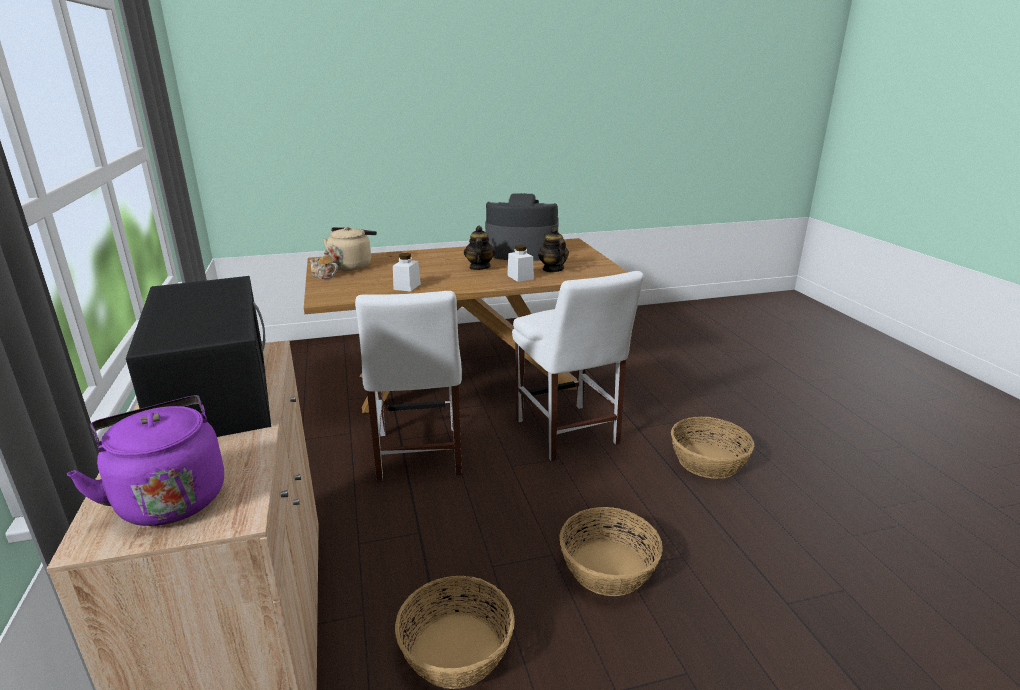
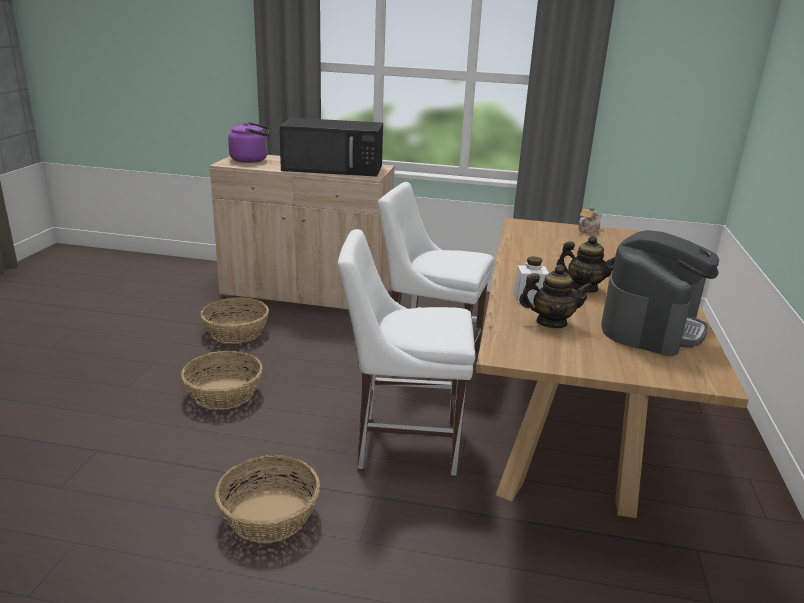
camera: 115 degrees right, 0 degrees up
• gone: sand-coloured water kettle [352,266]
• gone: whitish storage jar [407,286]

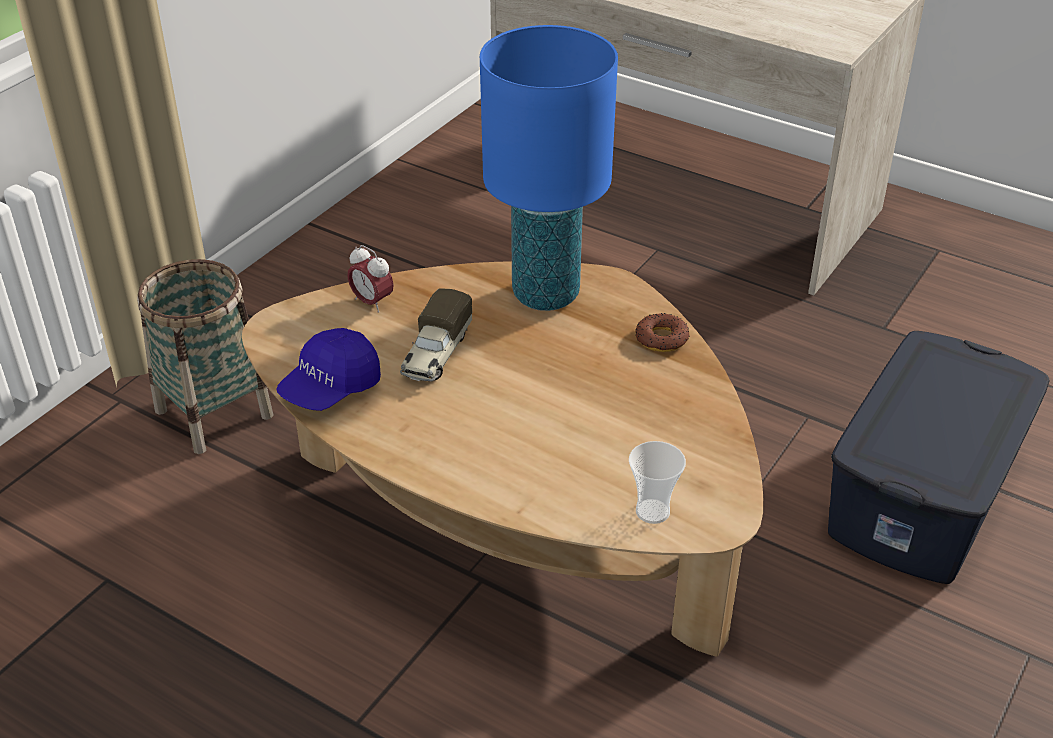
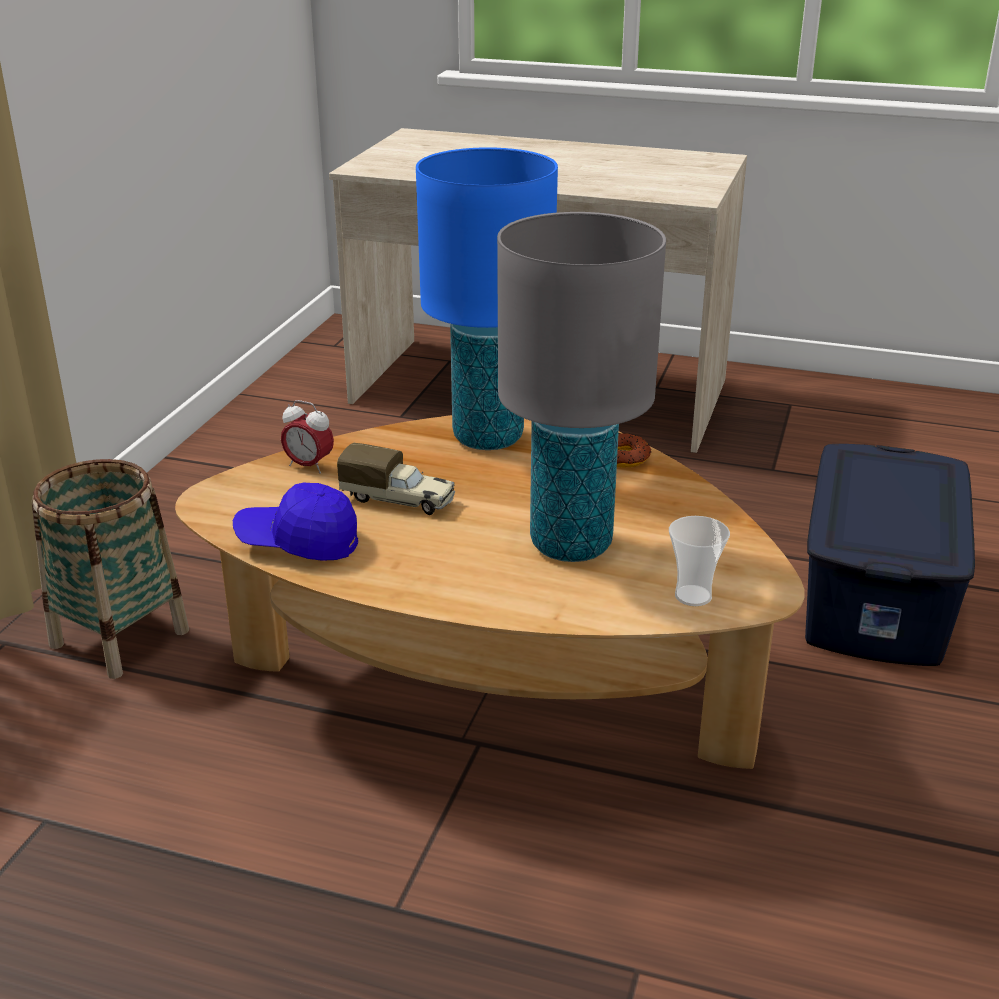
camera: 15 degrees left, 10 degrees down
• rotated: bluish peaked cap [331,388] = [298,543] 75 degrees clockwise
• rotated: toy lorry [436,355] = [399,500] 75 degrees counterclockwise
• new: gray lamp for a table [571,545]

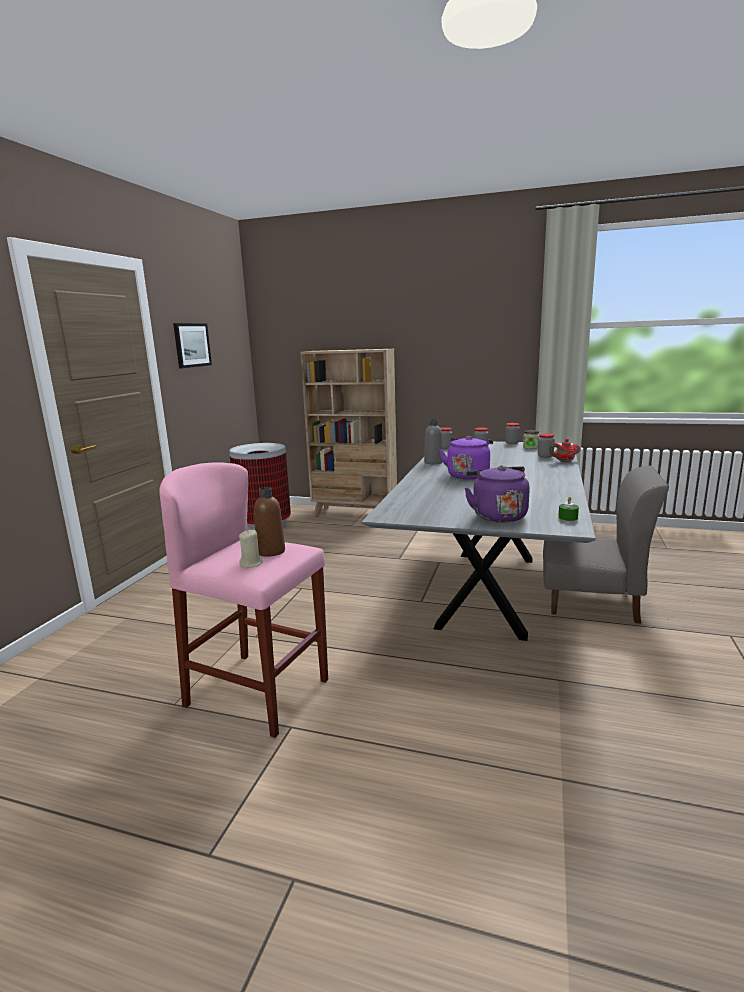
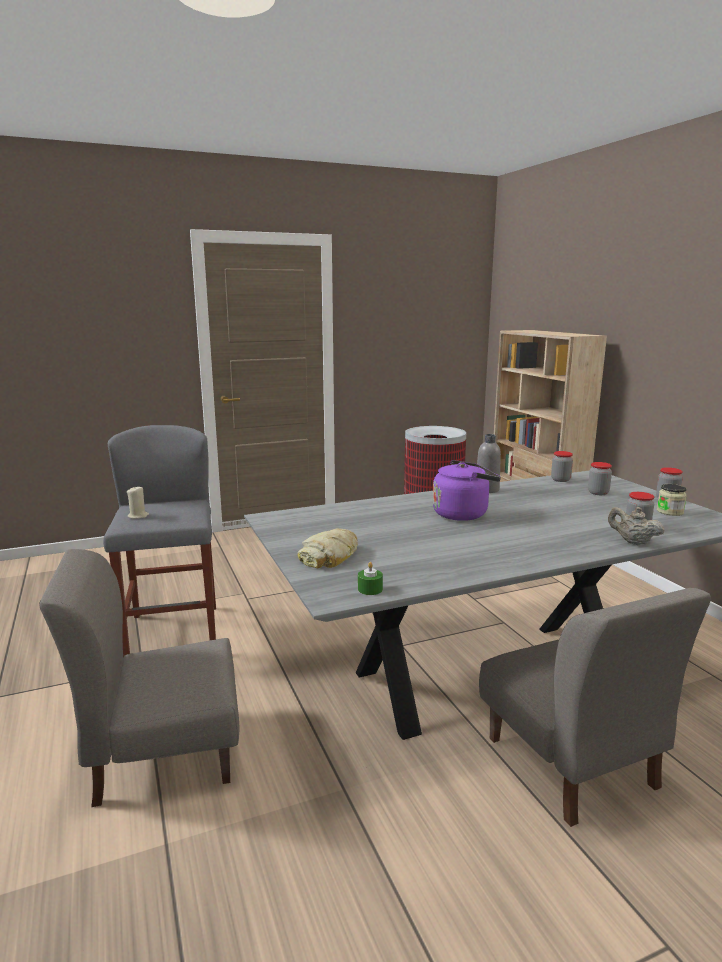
camera: 50 degrees right, 0 degrees up
• repainted: pinkish stool seat [258,692] to gray stool seat [173,634]
• gone: wall picture [192,345]
• gone: brown-coloured drink bottle [271,551]
• swapped: purplish water kettle [497,515] to bakery bread [330,556]
• repainted: reddish teapot [564,461] to sand-coloured teapot [633,542]
• new: gray plain chair [162,754]

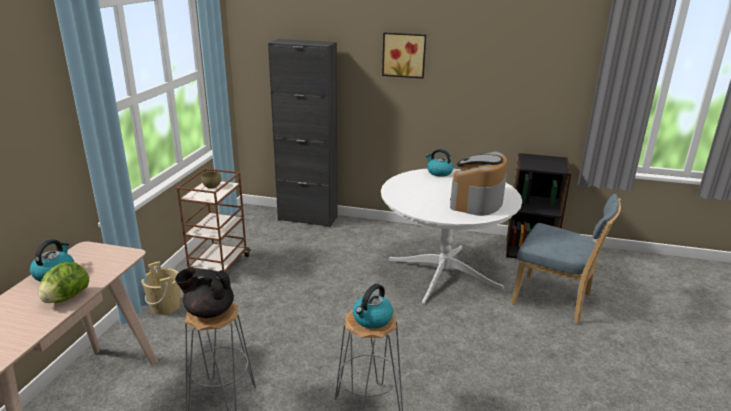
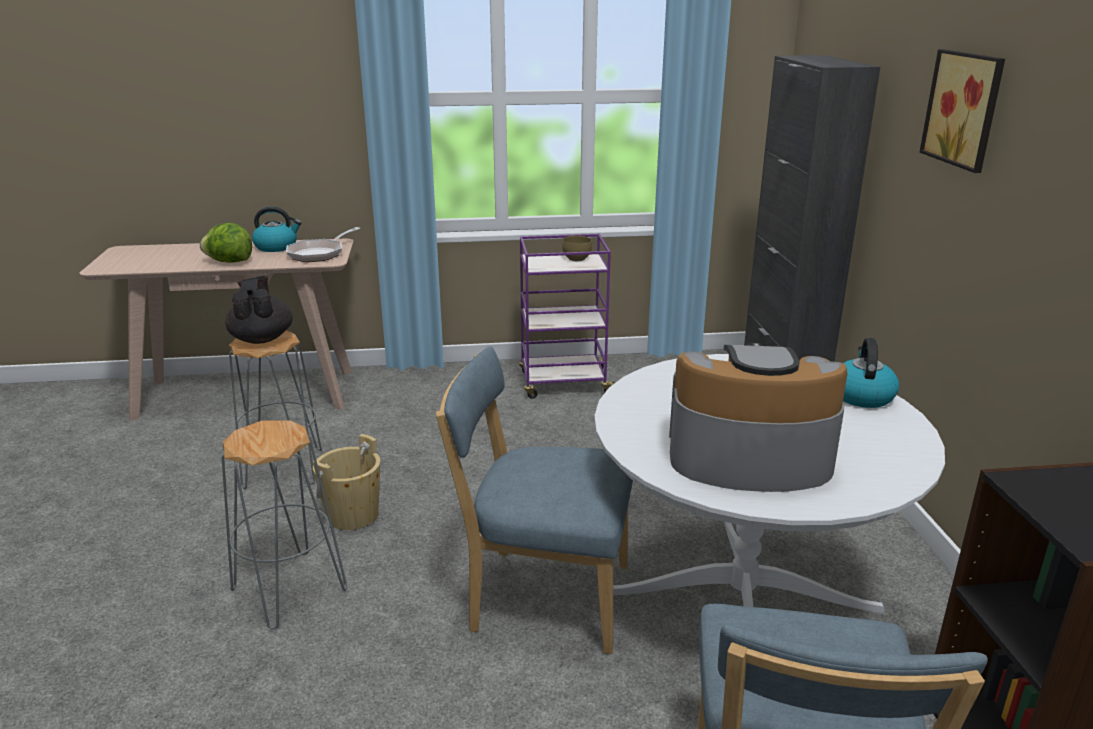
camera: 70 degrees right, 0 degrees up
• shifted: sand-coloured water bucket [165,306] to [352,515]
• repainted: brown-coloured trolley [219,266] to purplish trolley [564,383]
• gone: water kettle [372,319]
• new: skillet [319,253]
• new: bluish plain chair [542,597]

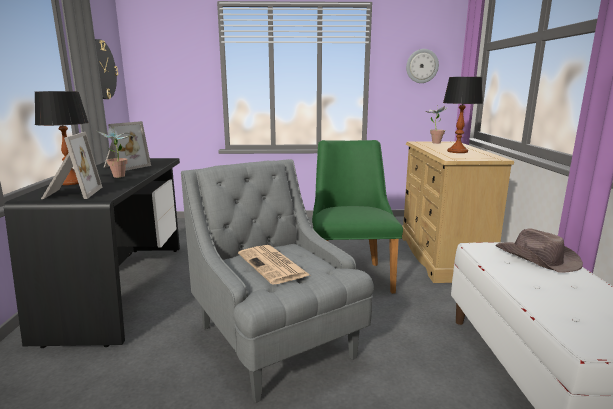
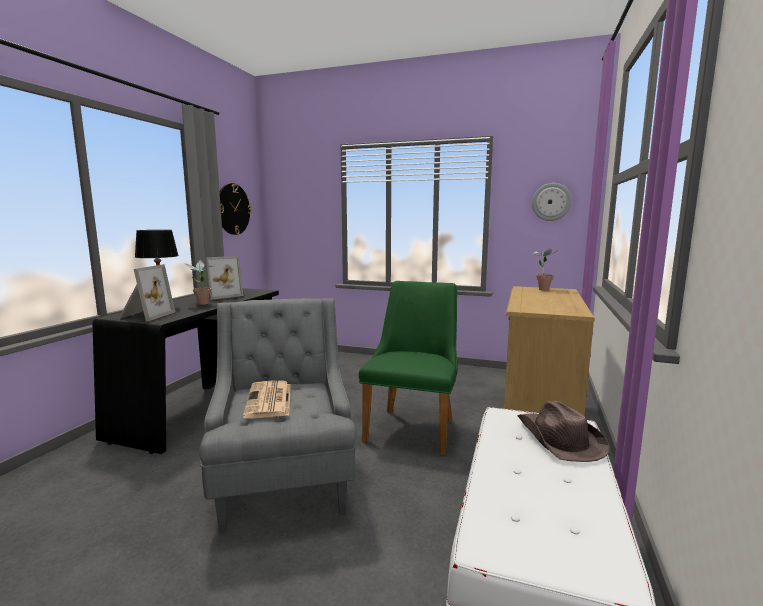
camera: 20 degrees right, 5 degrees down
• gone: lamp for a table [457,151]

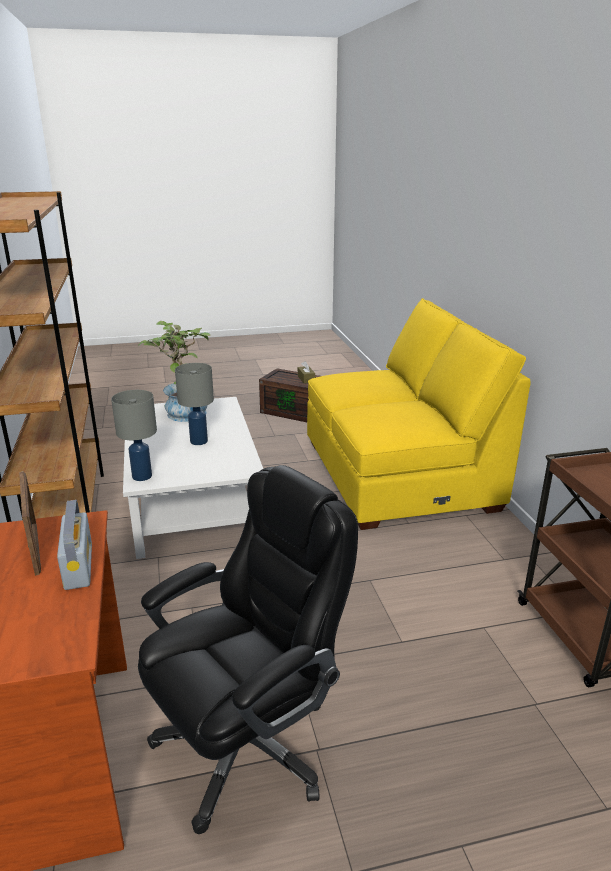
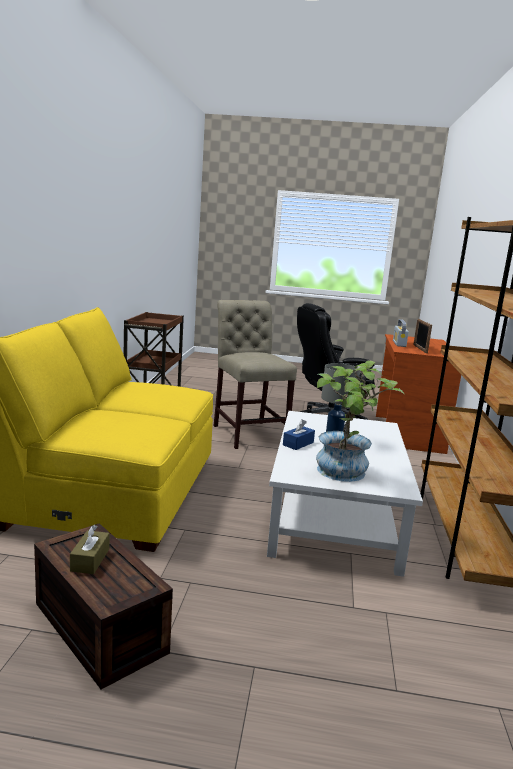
camera: 160 degrees left, 10 degrees down
• gone: gray lamp for a table [141,476]
• new: sand-coloured plain chair [248,433]
• new: bluish tissue box [298,444]

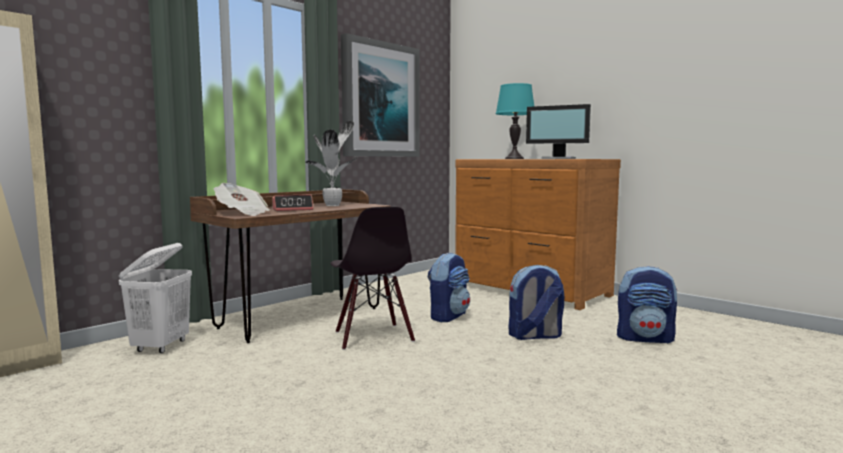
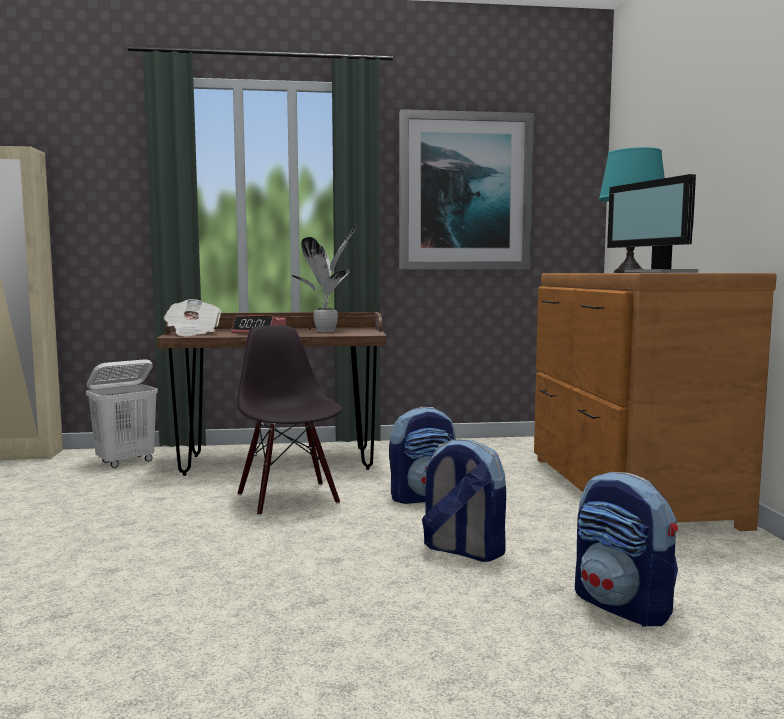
camera: 40 degrees right, 0 degrees up
• rotated: black plain chair [372,337] = [289,498] 135 degrees clockwise

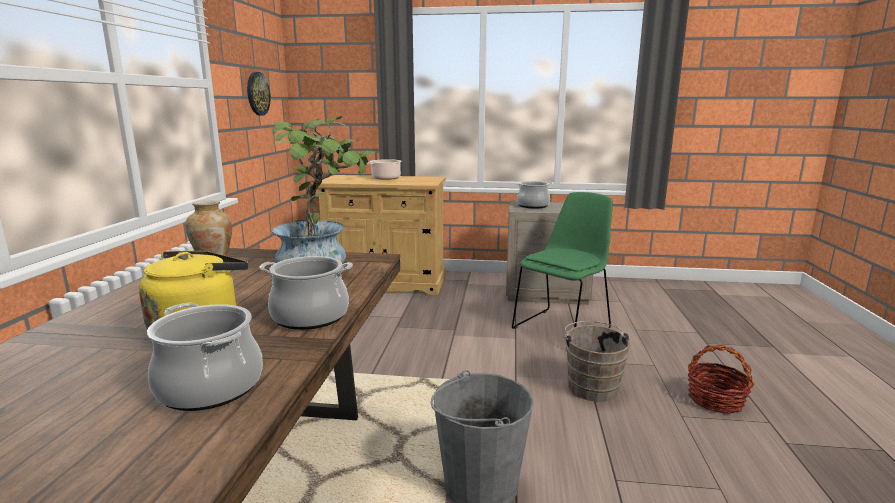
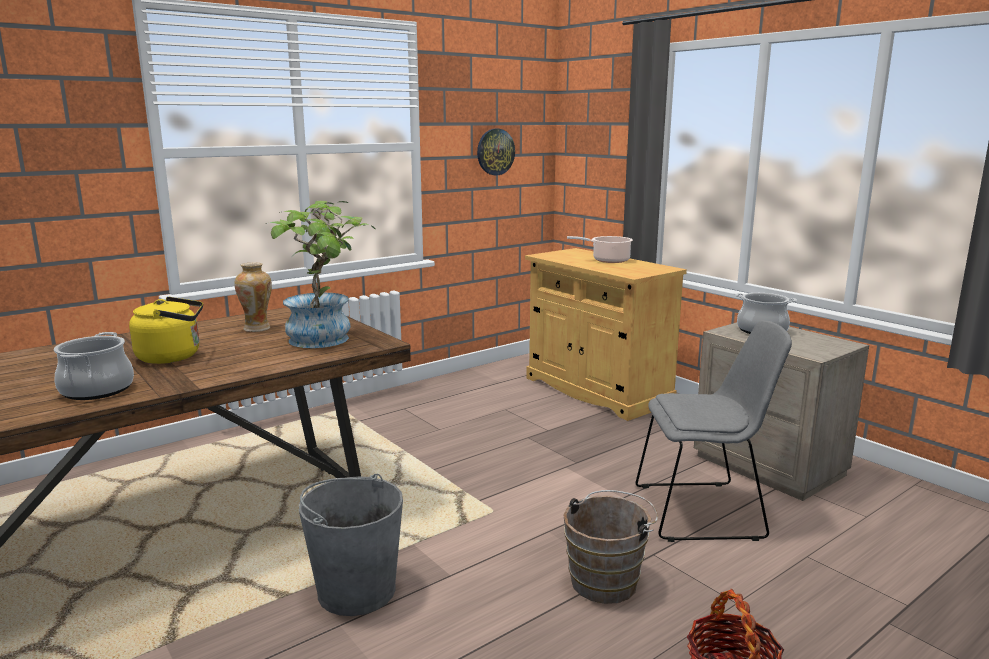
camera: 45 degrees right, 0 degrees up
• gone: saucepot [310,316]
• repainted: green-coloured plain chair [562,328] to gray plain chair [703,511]

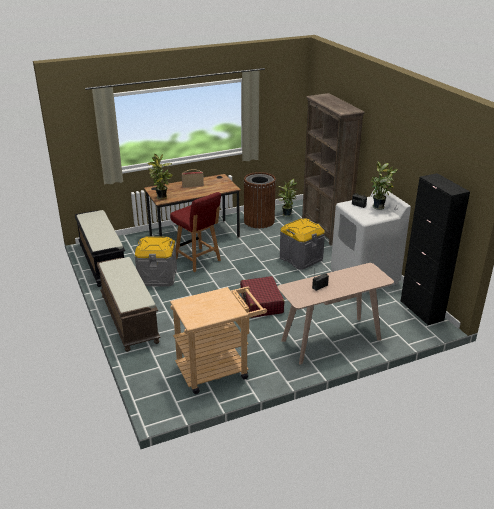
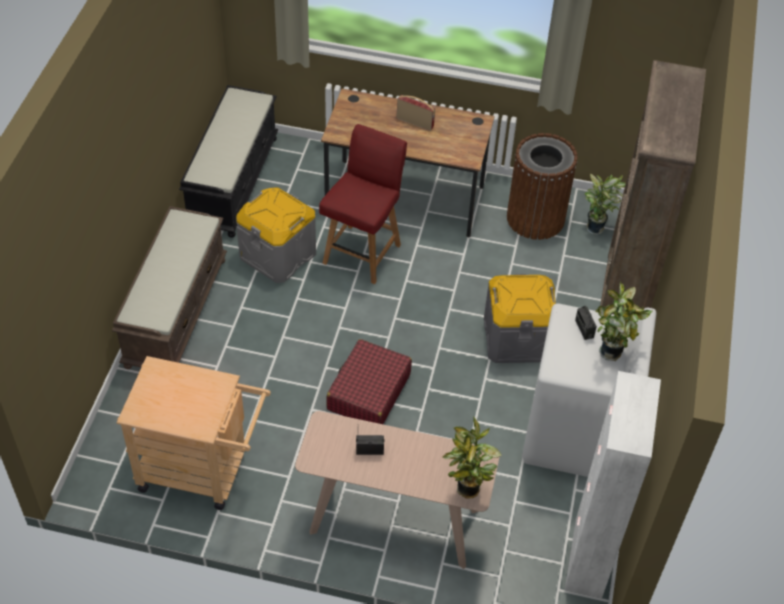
camera: 35 degrees right, 20 degrees up
• shifted: plant in a pot [162,198] to [467,491]
• rotated: reddish plain chair [198,260] = [363,252] 150 degrees counterclockwise
• repainted: black cupboard [421,310] to whitish cupboard [588,557]

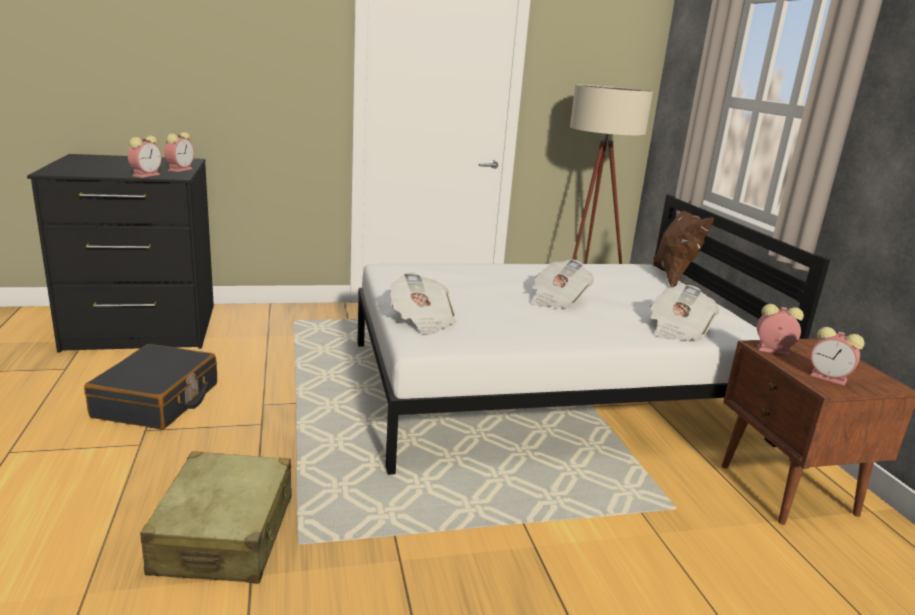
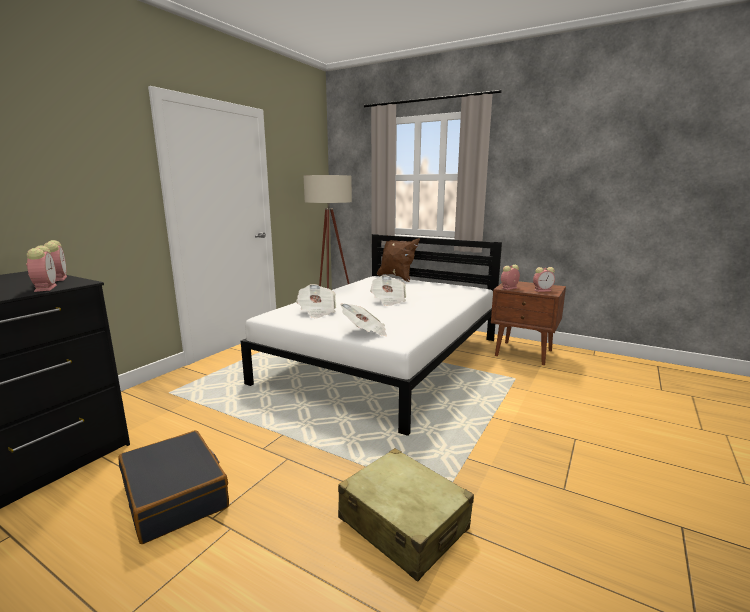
camera: 45 degrees left, 5 degrees down
• shifted: printed paper [678,330] to [317,312]

